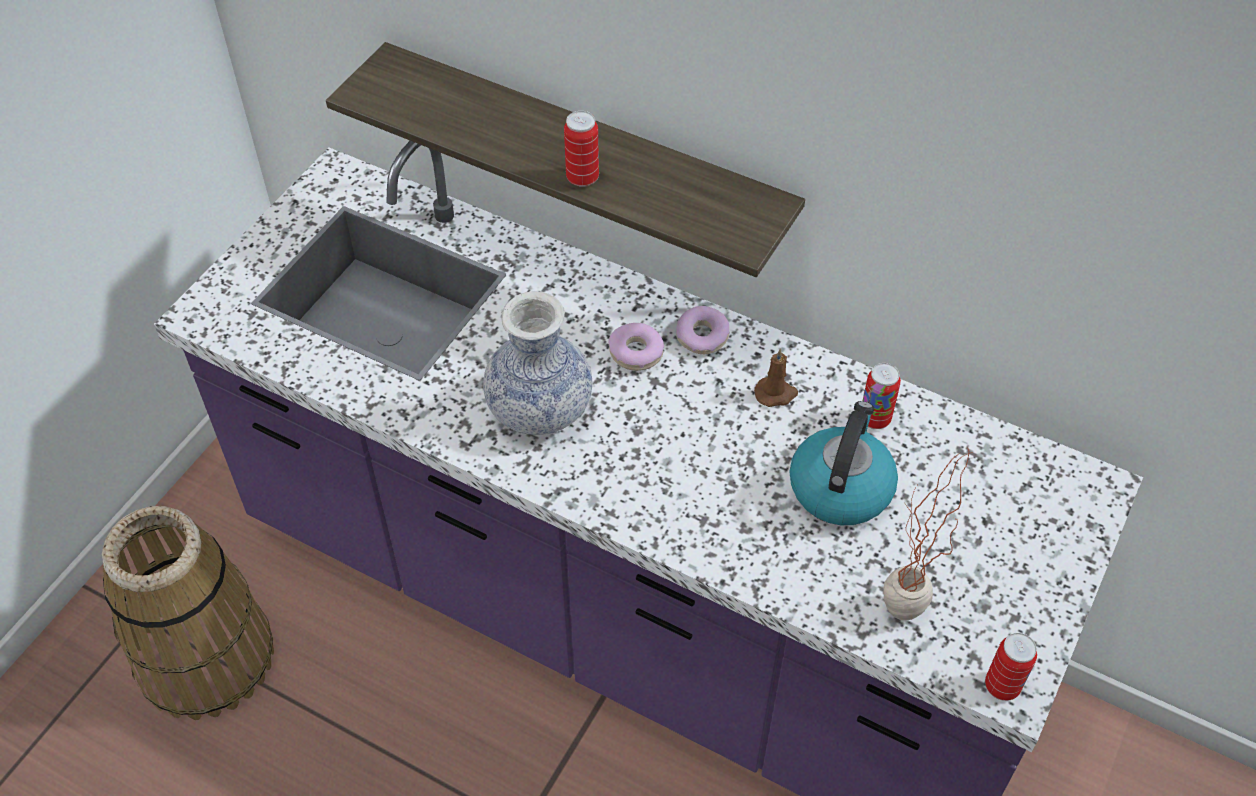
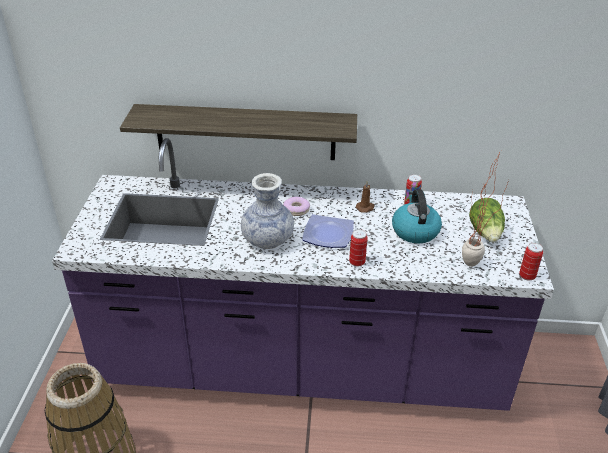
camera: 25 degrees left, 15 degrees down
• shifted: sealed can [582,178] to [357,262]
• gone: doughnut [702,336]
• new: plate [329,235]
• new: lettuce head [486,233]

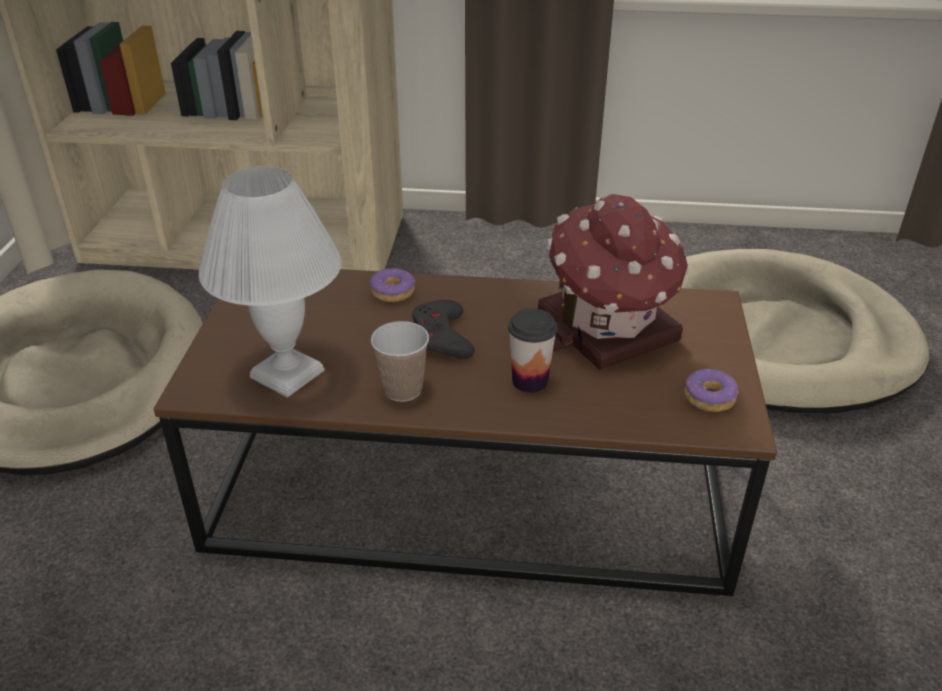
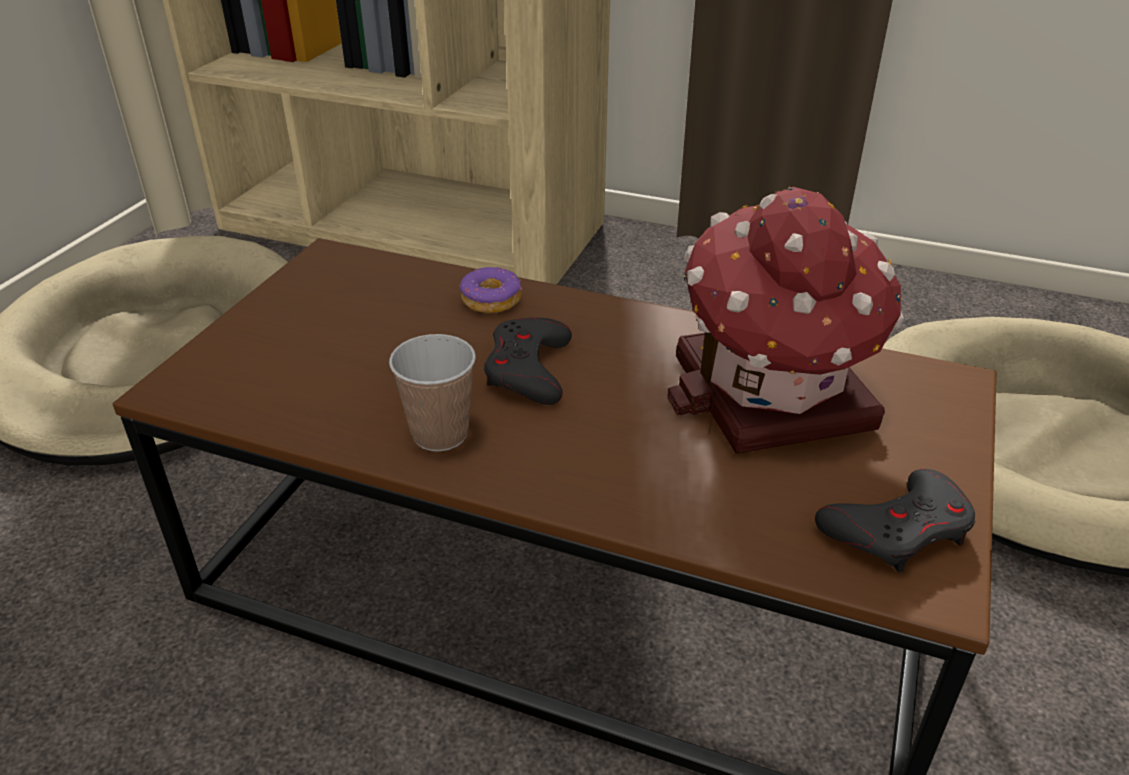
camera: 15 degrees right, 0 degrees up
• gone: whitish lamp for a table [288,373]
• gone: cup [530,381]
• swapped: doughnut [709,398] to gray joypad [898,529]

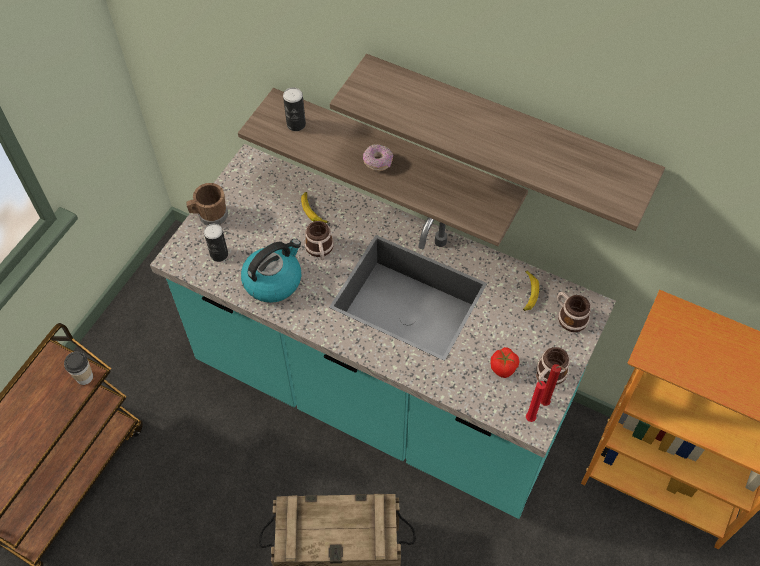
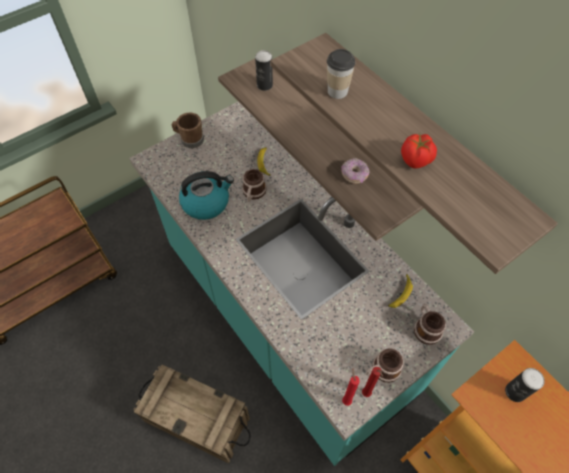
camera: 25 degrees right, 0 degrees up
• shifted: cup [84,377] to [337,91]
• shifted: sealed can [219,254] to [515,392]
• shifted: doughnut [378,162] to [354,175]
• shifted: whole tomato [503,367] to [416,160]

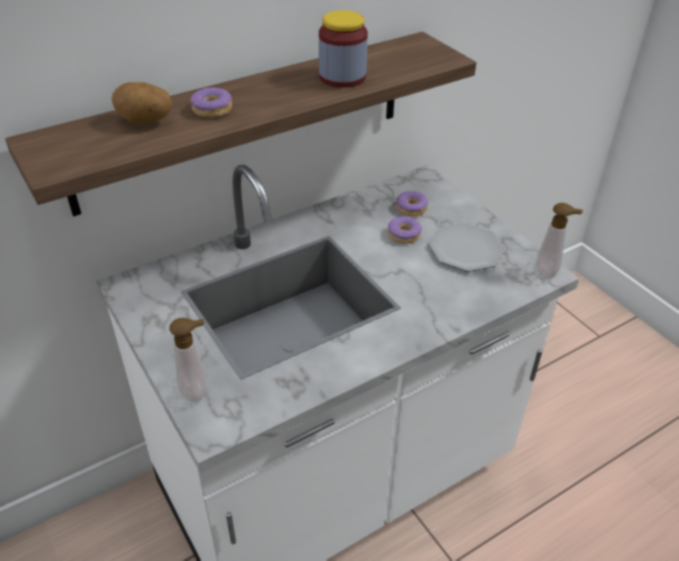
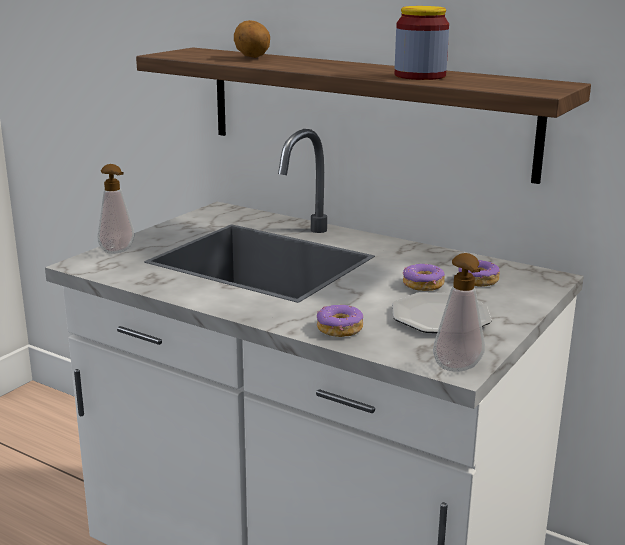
camera: 65 degrees right, 20 degrees down
• shifted: doughnut [212,110] to [339,329]

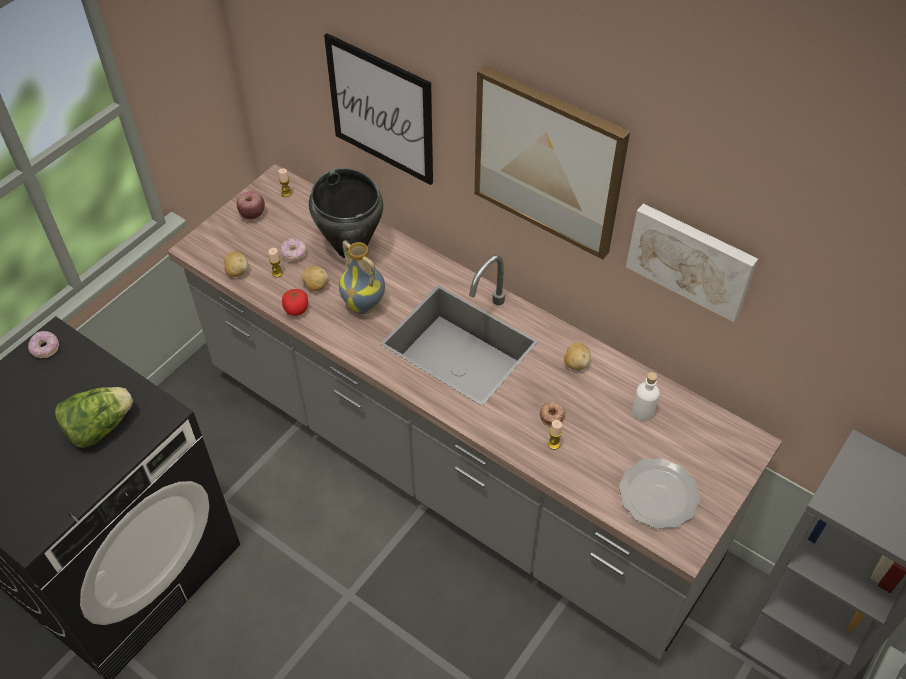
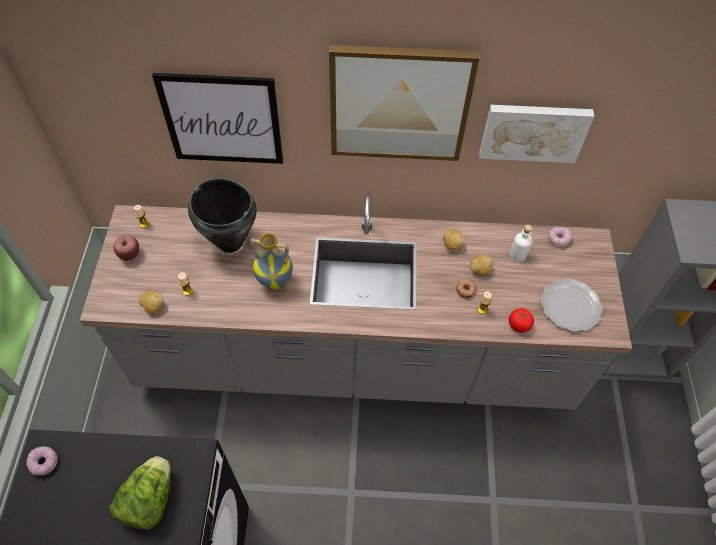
camera: 35 degrees left, 5 degrees up
• shifted: doughnut [294,254] to [558,239]
• shifted: whole tomato [296,309] to [519,325]
• shifted: spud [315,286] to [480,270]

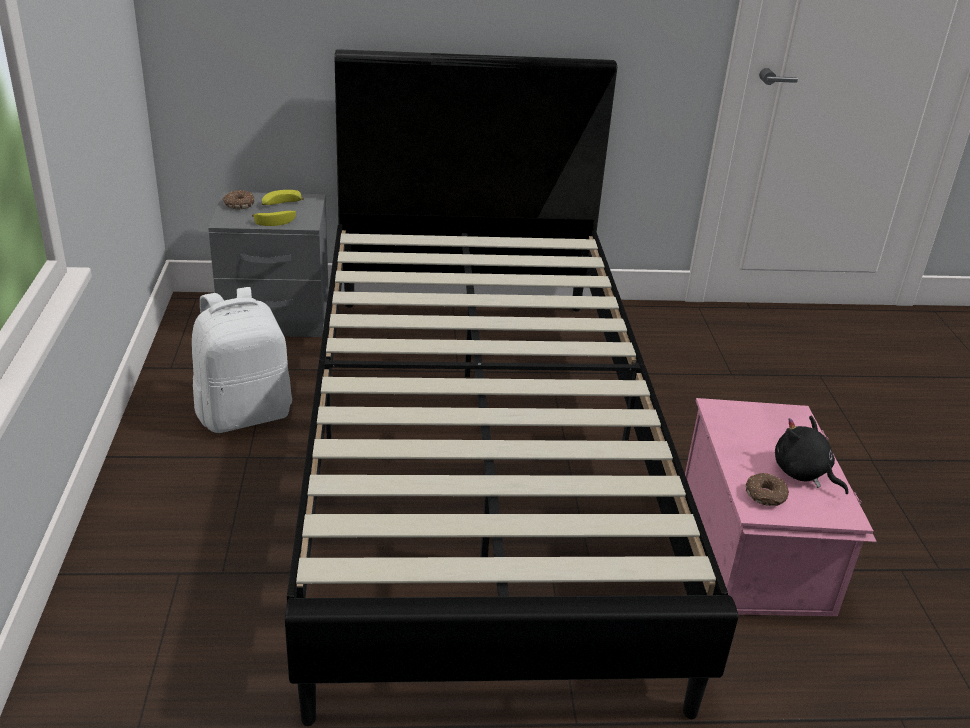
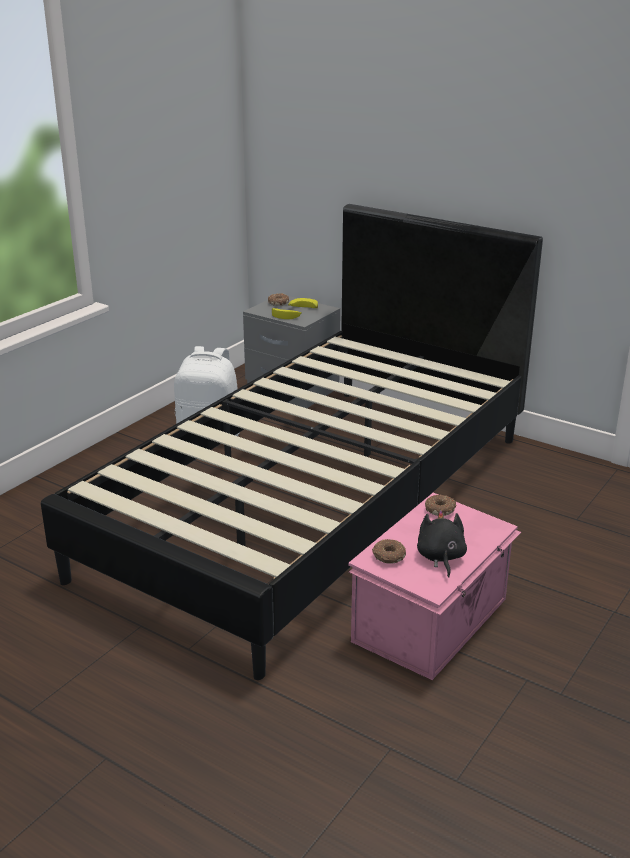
camera: 40 degrees right, 5 degrees down
• new: doughnut [440,509]

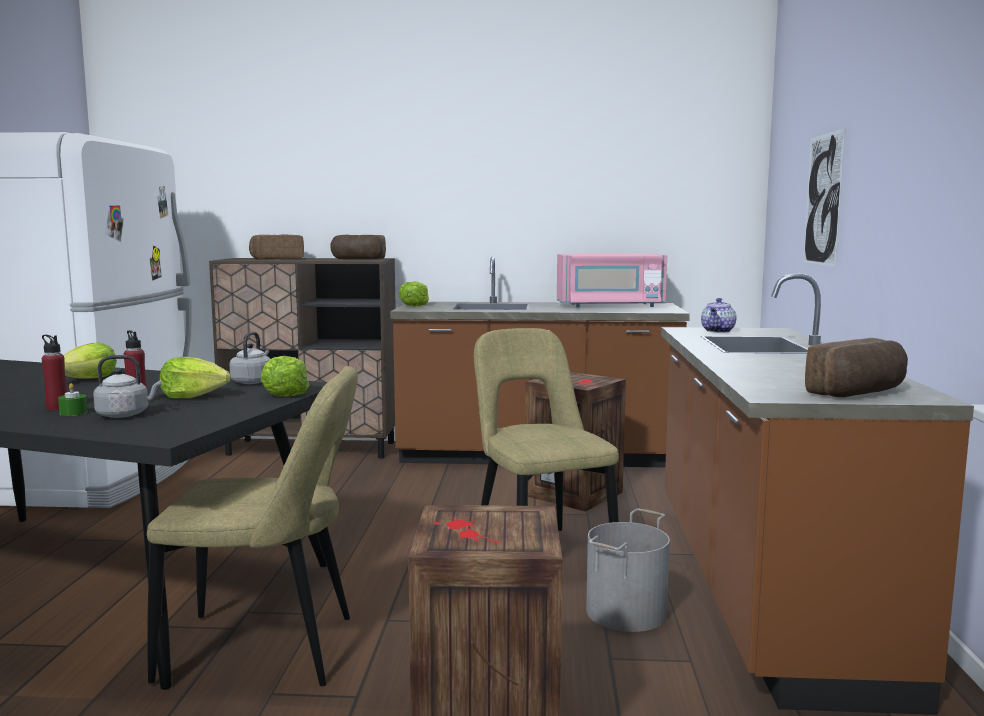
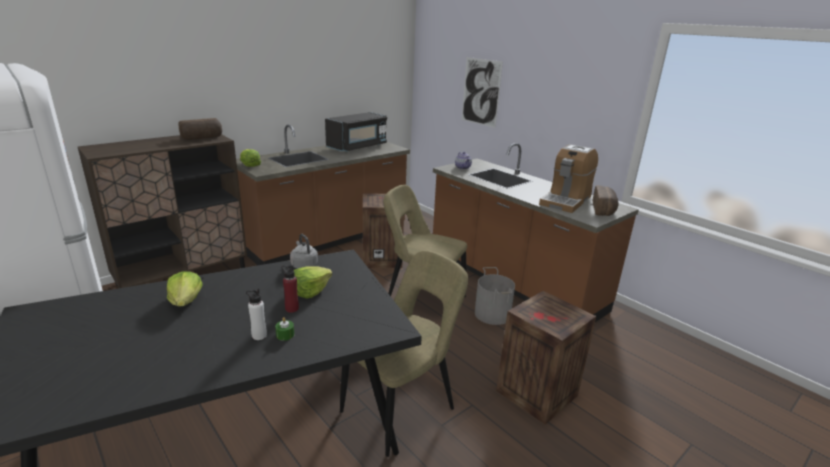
camera: 45 degrees left, 15 degrees up
• repainted: reddish drink bottle [57,408] to whitish drink bottle [259,335]
• gone: gray water kettle [125,415]
• gone: bakery bread [276,259]
• gone: lettuce head [284,393]
• repainted: pinkish microwave [610,306] to black microwave [358,147]
• new: coffee brewer [566,200]

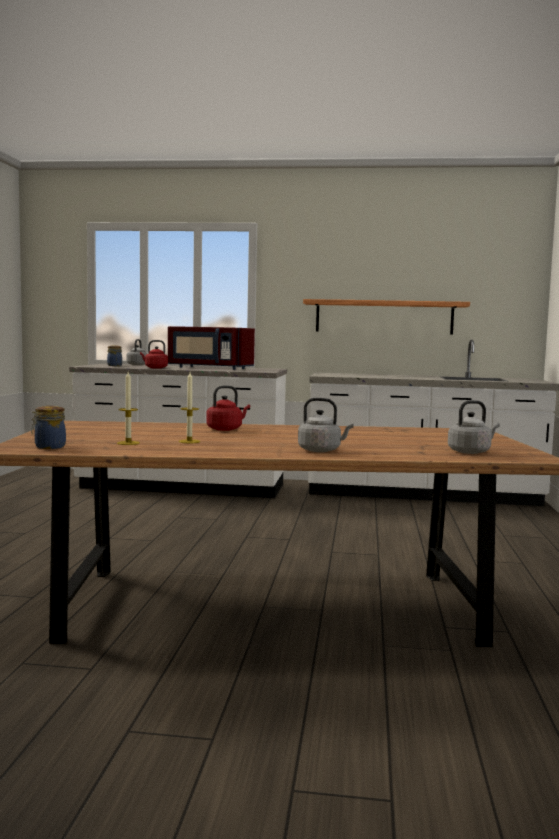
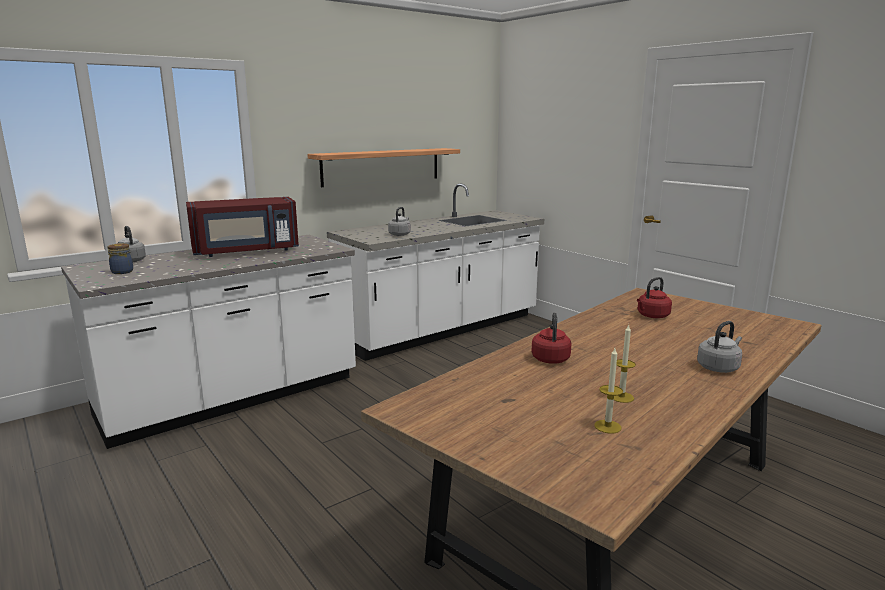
camera: 45 degrees left, 10 degrees up
• gone: storage jar [48,447]
• shifted: reddish water kettle [155,368] to [652,316]
• shifted: gray water kettle [471,452] to [400,234]

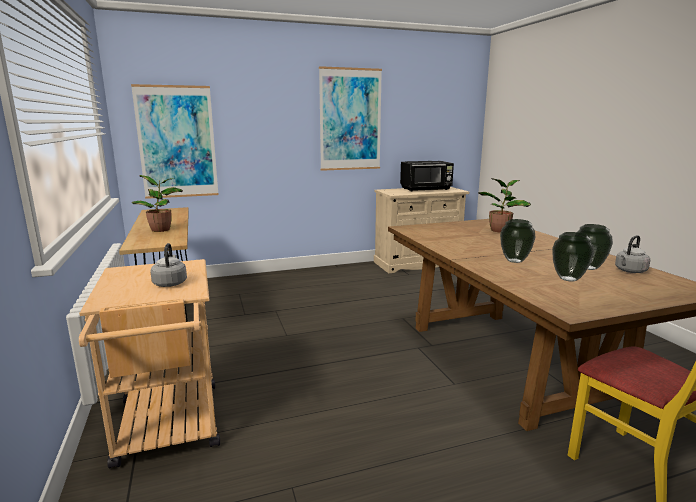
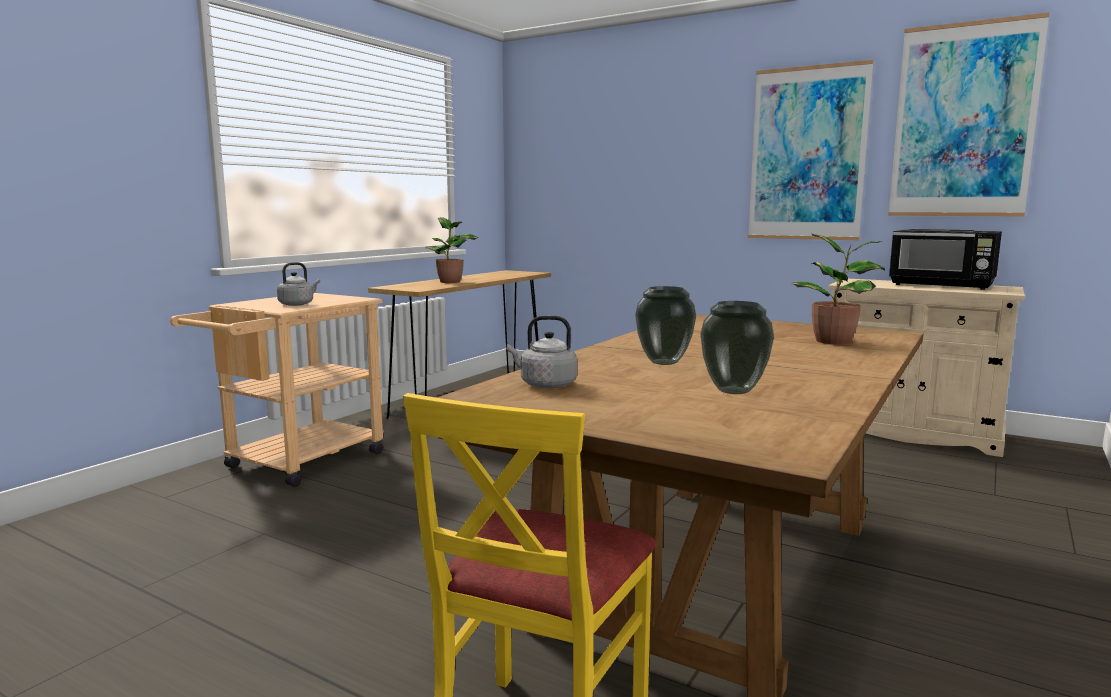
camera: 50 degrees right, 5 degrees down
• shifted: wall picture [177,142] to [963,121]
• gone: decorative vase [568,279]
• shifted: gray water kettle [629,271] to [545,385]

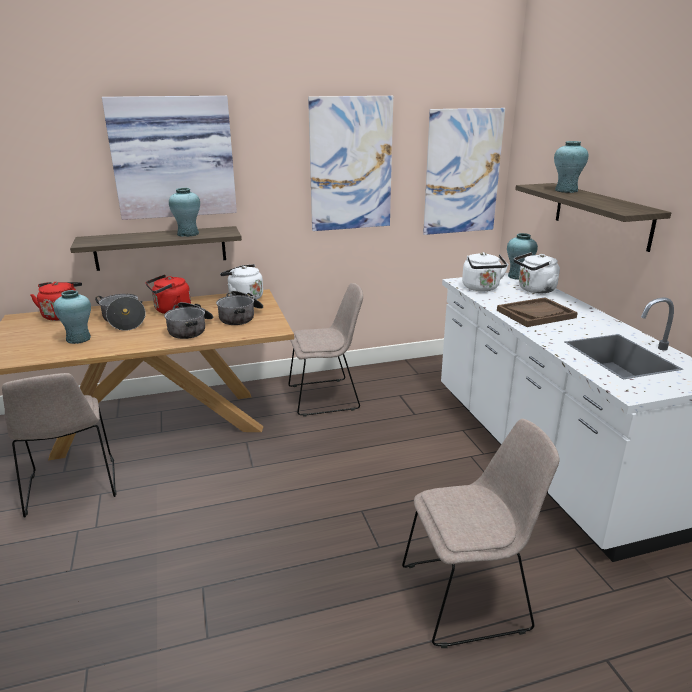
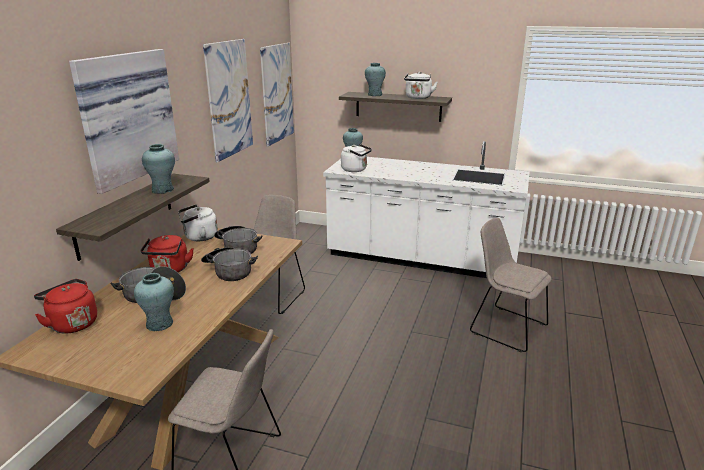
camera: 55 degrees left, 0 degrees up
• rotated: sand-coloured plain chair [469,596] = [505,327] 75 degrees counterclockwise
• gone: brown-coloured carrying tray [536,314]
• shifted: whitish water kettle [534,290] to [418,98]

